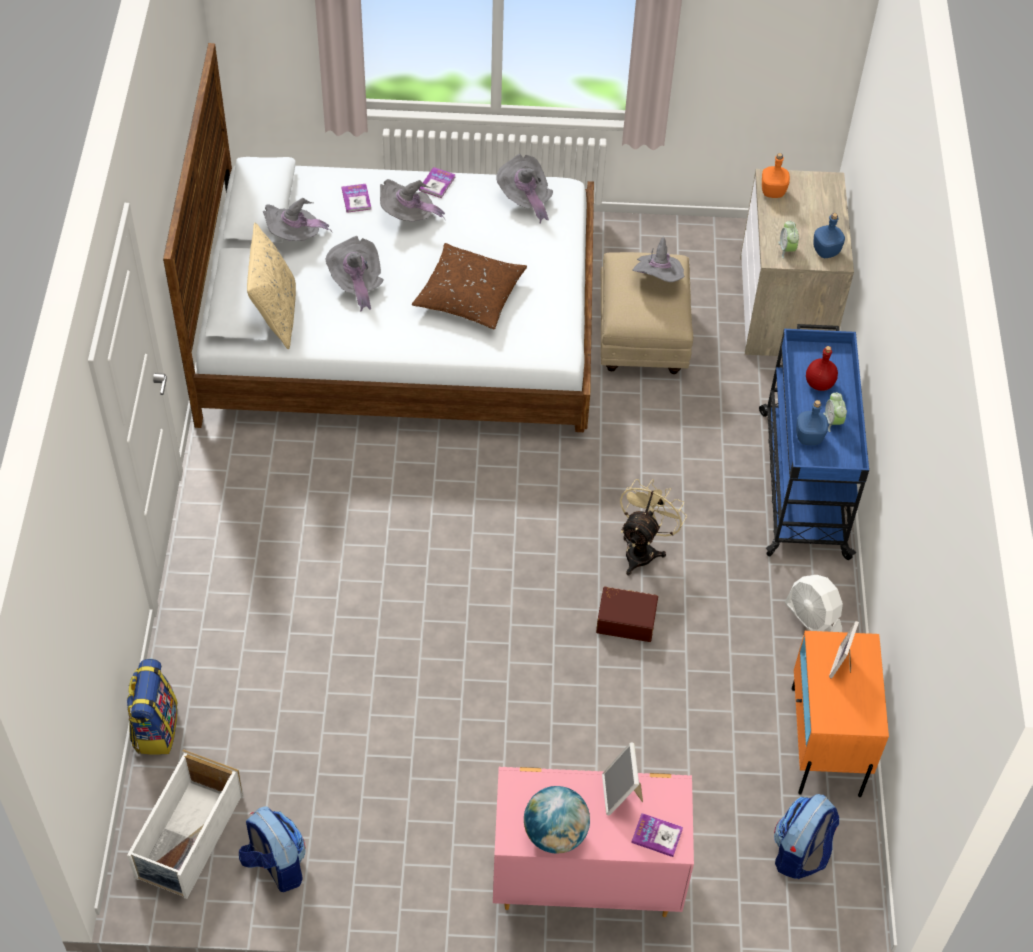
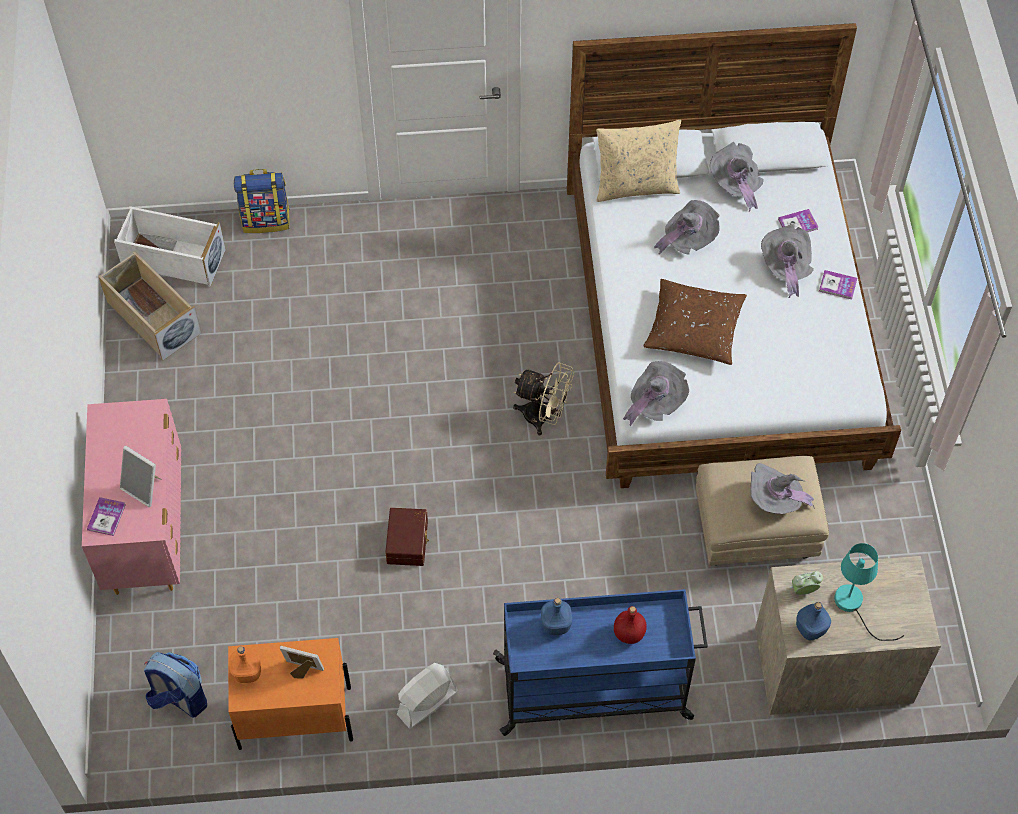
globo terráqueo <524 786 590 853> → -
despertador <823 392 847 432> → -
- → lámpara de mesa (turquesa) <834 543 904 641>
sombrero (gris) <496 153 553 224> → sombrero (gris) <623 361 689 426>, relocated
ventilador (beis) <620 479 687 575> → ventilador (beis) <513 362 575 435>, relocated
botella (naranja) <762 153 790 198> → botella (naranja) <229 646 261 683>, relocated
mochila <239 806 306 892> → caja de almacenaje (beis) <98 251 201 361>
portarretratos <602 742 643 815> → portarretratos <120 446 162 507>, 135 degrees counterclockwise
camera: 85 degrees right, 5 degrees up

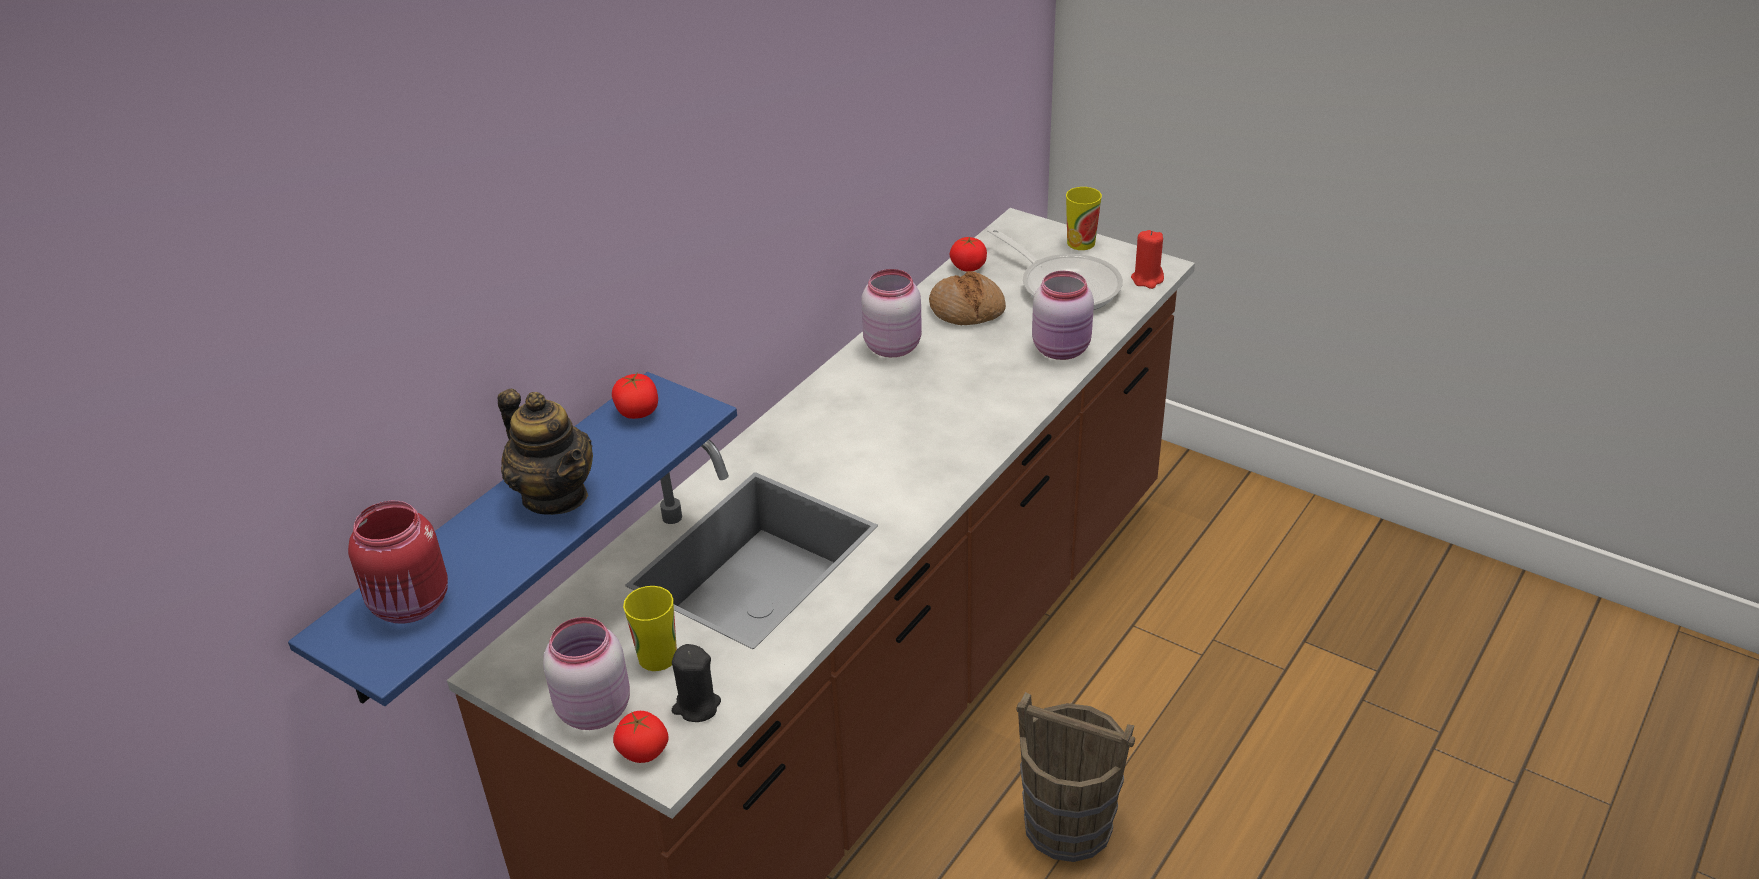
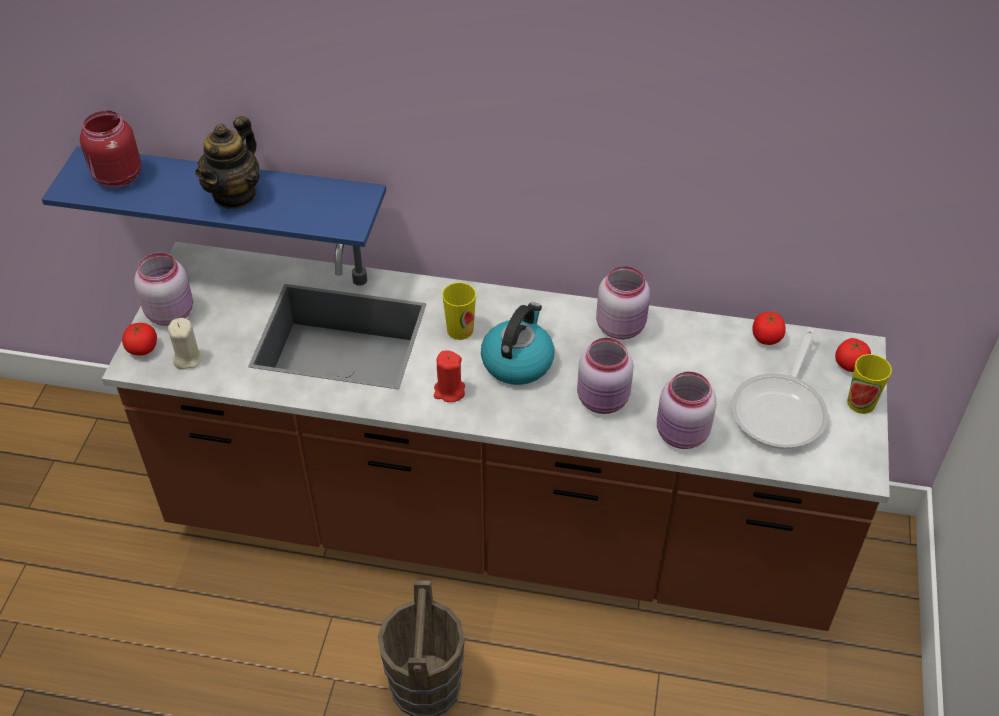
pan <929 271 1006 325> → -
- → hervidor <481 302 554 385>
- → tarro (rosa) <577 338 633 414>
tomate <612 374 658 419> → tomate <835 338 871 372>, relocated
taza <623 586 677 671> → taza <442 282 476 340>, relocated
vela (rojo) <1131 230 1164 289> → vela (rojo) <434 351 465 402>, relocated
vela (negro) <672 644 721 722> → vela (beis) <168 318 203 370>
camera: 65 degrees right, 10 degrees up

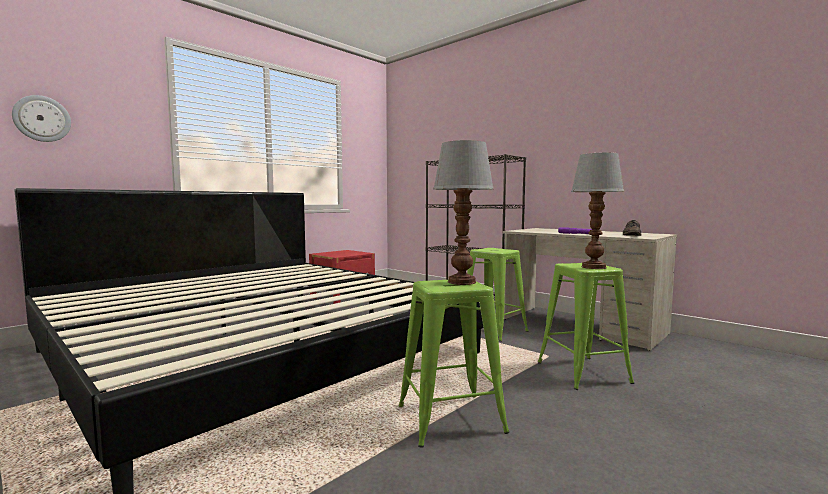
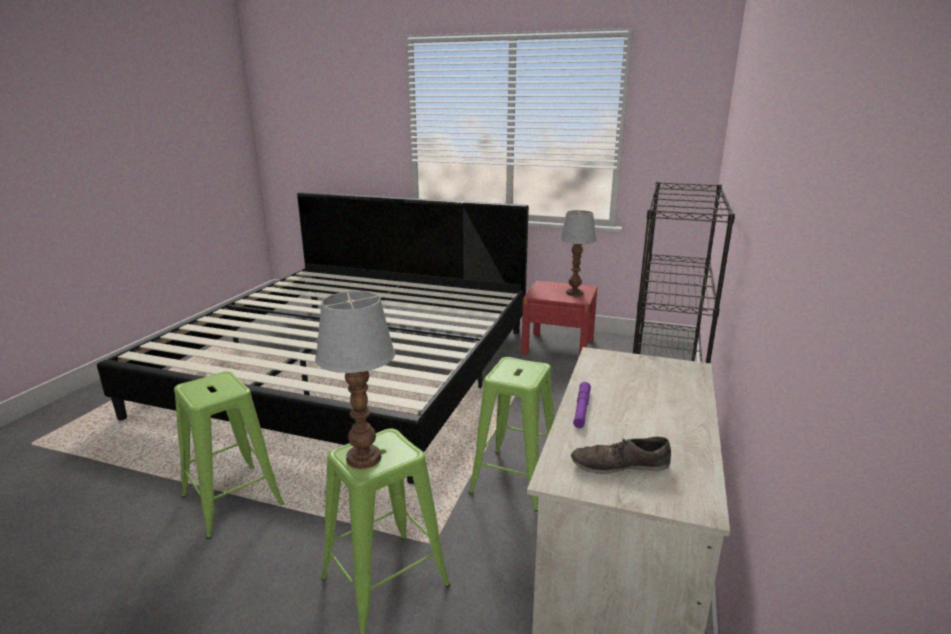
reloj de pared <12 95 71 142> → -
lámpara de mesa <433 140 494 285> → lámpara de mesa <560 210 597 296>, relocated
camera: 65 degrees right, 15 degrees up

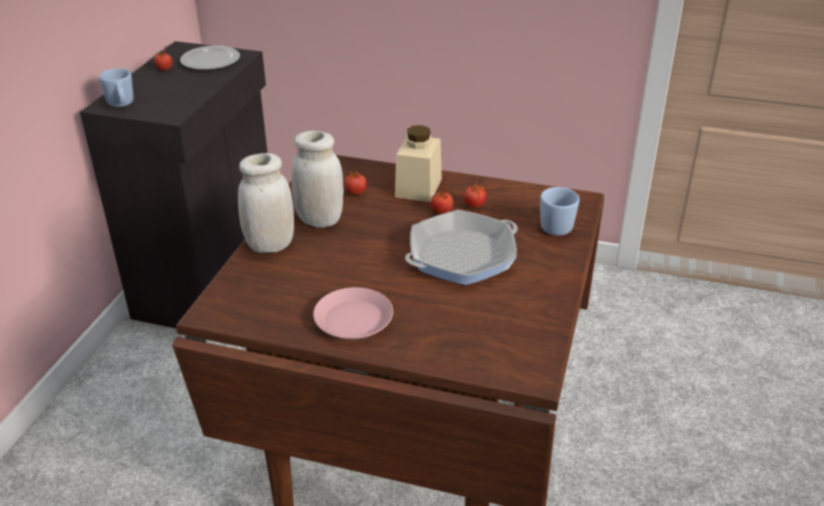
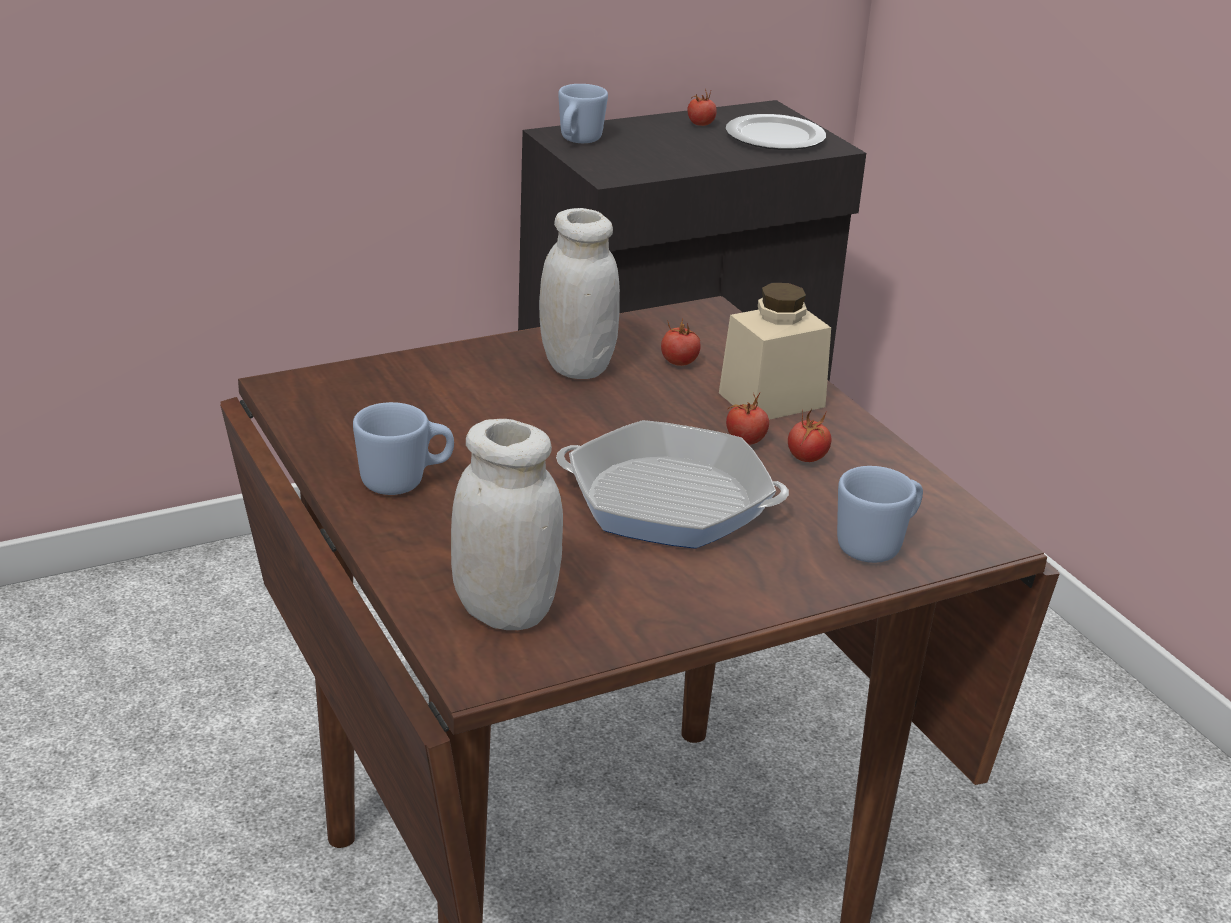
tarro (blanco) <238 153 294 253> → tarro (blanco) <451 419 563 630>, relocated
plato (rosa) <313 287 393 340> → taza grande (azul) <353 402 454 495>
camera: 45 degrees right, 5 degrees down

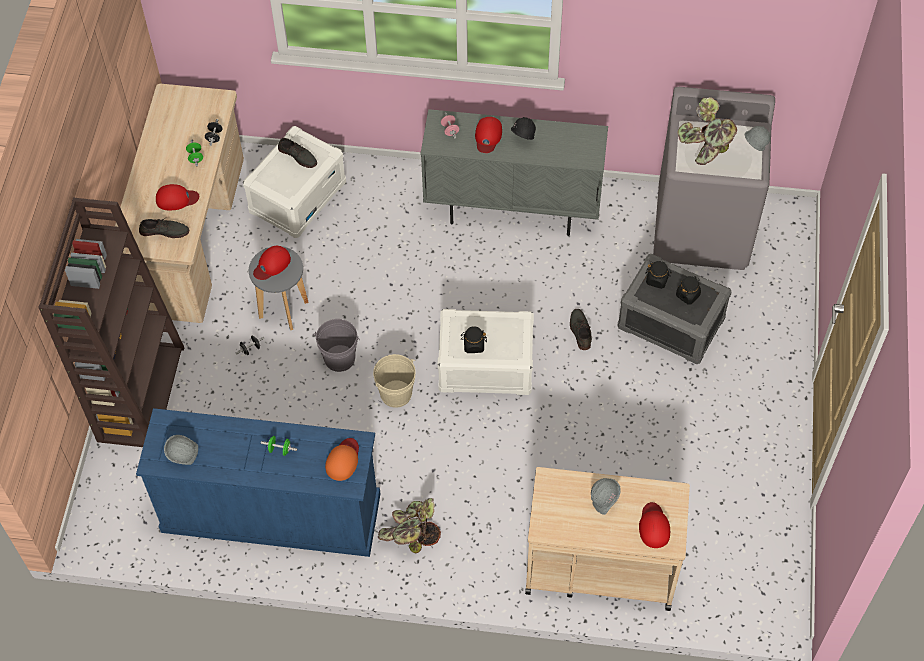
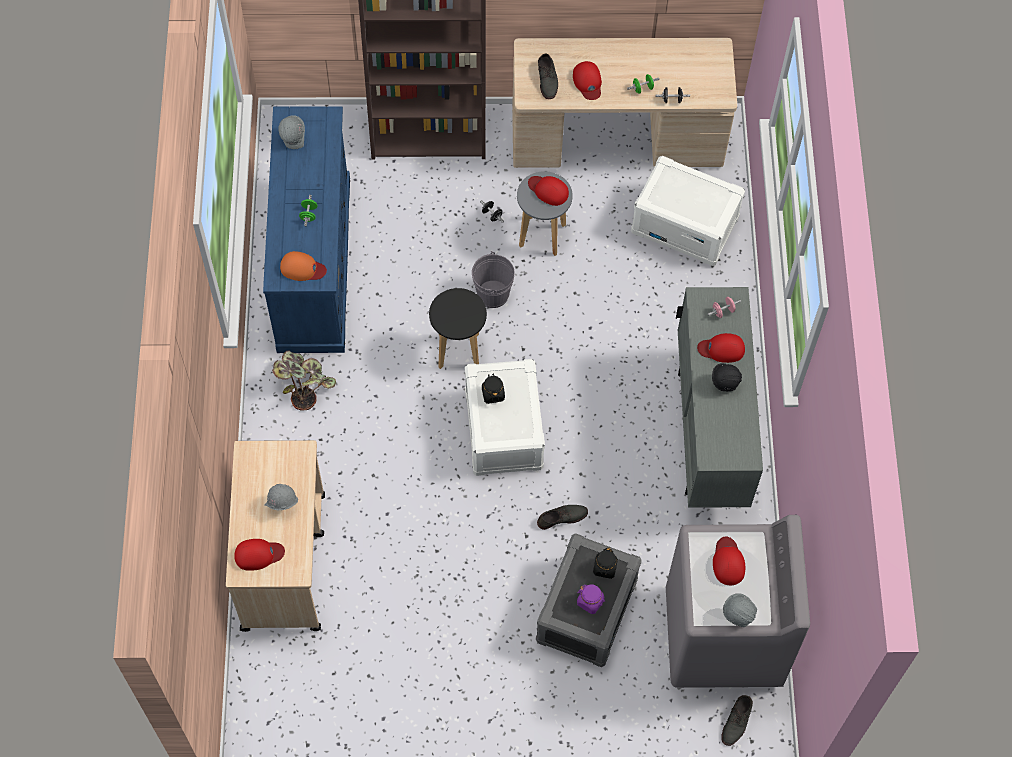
zapato (gris) <278 138 317 168> → zapato (gris) <721 695 753 746>, relocated
cubo (beis) <373 354 416 408> → taburete (negro) <429 288 487 369>
planta en maceta <678 97 737 165> → gorra (rojo) <713 536 745 585>
tarro (negro) <676 276 701 305> → tarro (morado) <577 584 605 614>
camera: 80 degrees right, 5 degrees up

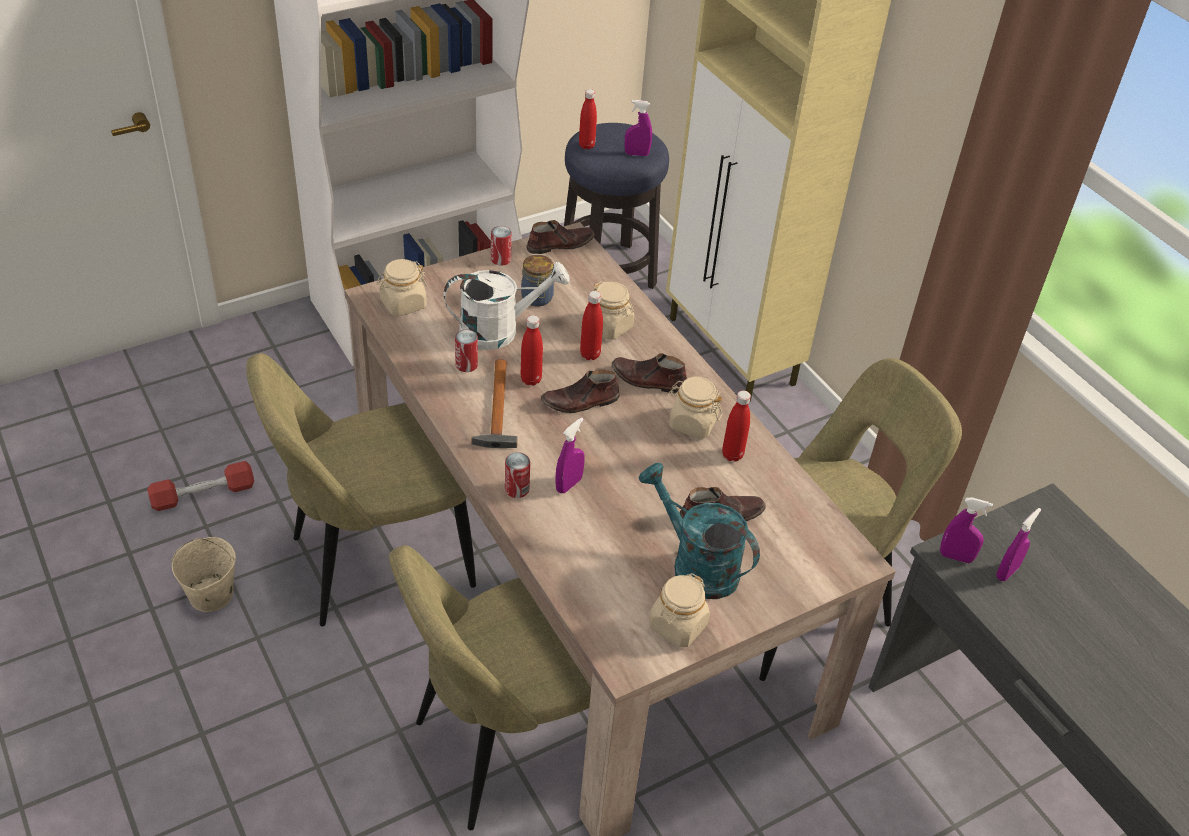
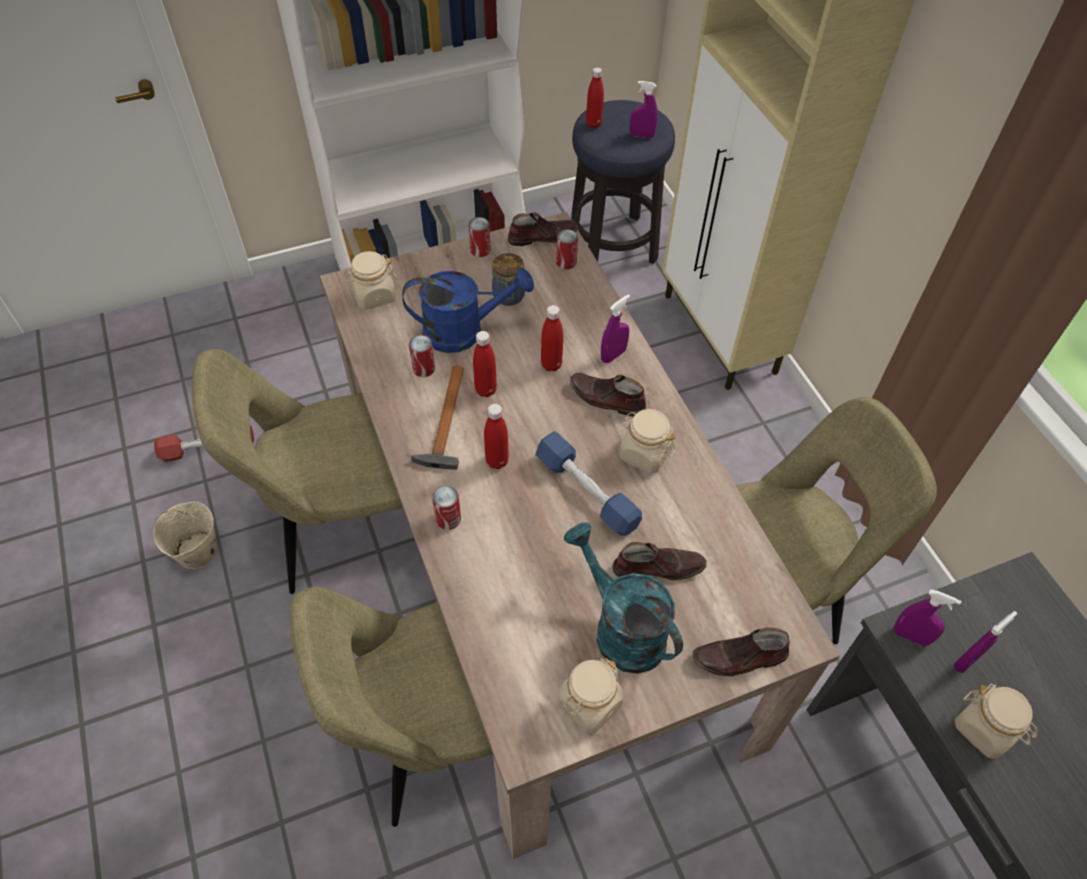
- → mancuerna (azul) <535 431 642 536>
- → lata <556 229 578 269>
zapato (marrón) <541 370 620 413> → zapato (marrón) <693 627 790 676>, relocated
pulverizador (morado) <556 417 585 493> → pulverizador (morado) <601 294 630 363>, relocated
tarro (beis) <592 281 634 340> → tarro (beis) <955 684 1037 759>, relocated
botella (rojo) <722 391 751 462> → botella (rojo) <484 404 509 469>, relocated
regadera (blanco) <444 262 569 350> → regadera (azul) <402 268 534 353>
camera: 10 degrees right, 10 degrees up

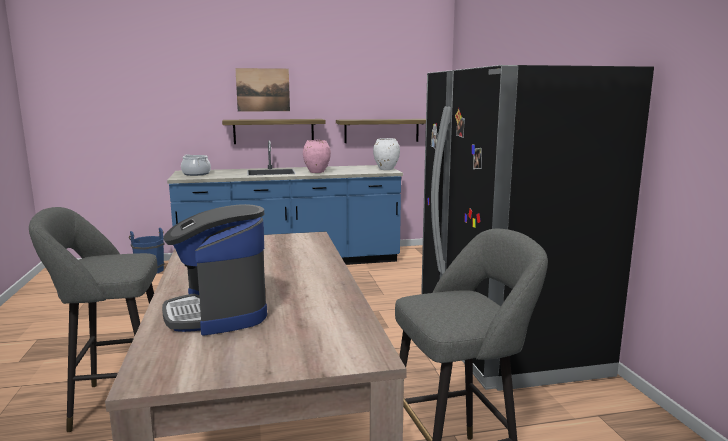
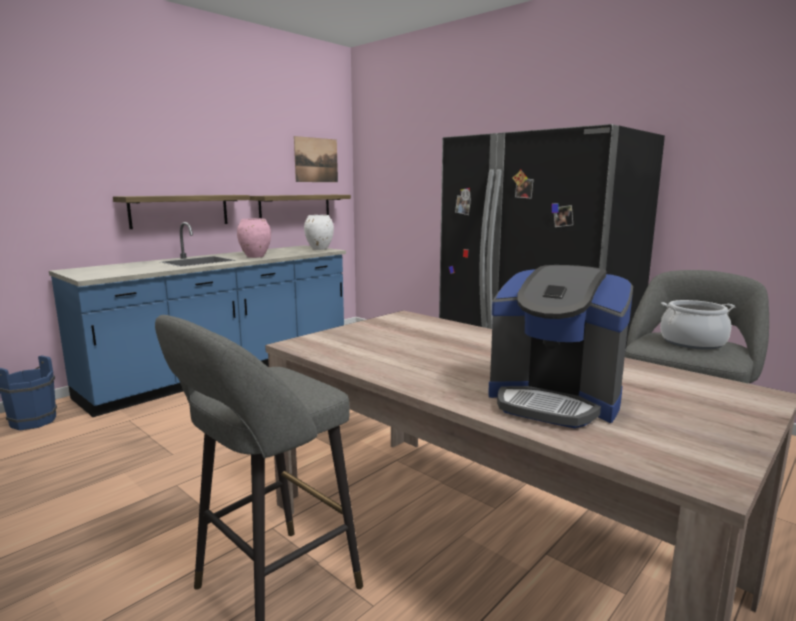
olla <181 154 211 176> → olla <660 300 735 350>, relocated
cuadro <235 68 290 112> → cuadro <294 136 338 182>, relocated
camera: 35 degrees left, 0 degrees up

